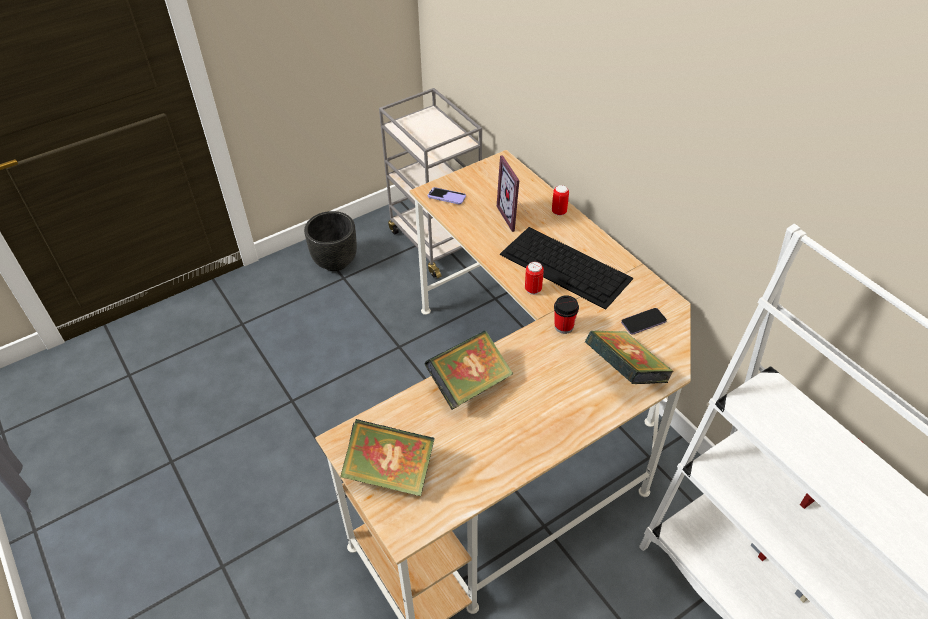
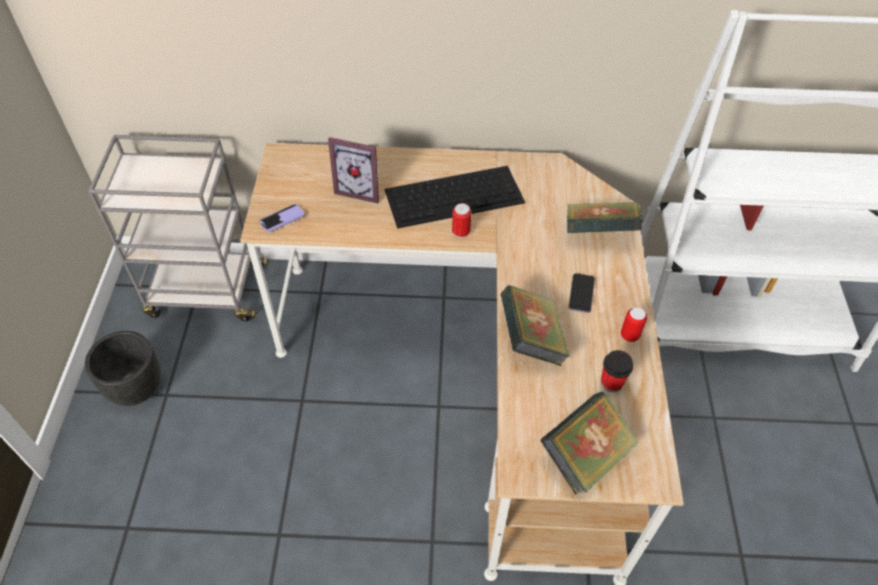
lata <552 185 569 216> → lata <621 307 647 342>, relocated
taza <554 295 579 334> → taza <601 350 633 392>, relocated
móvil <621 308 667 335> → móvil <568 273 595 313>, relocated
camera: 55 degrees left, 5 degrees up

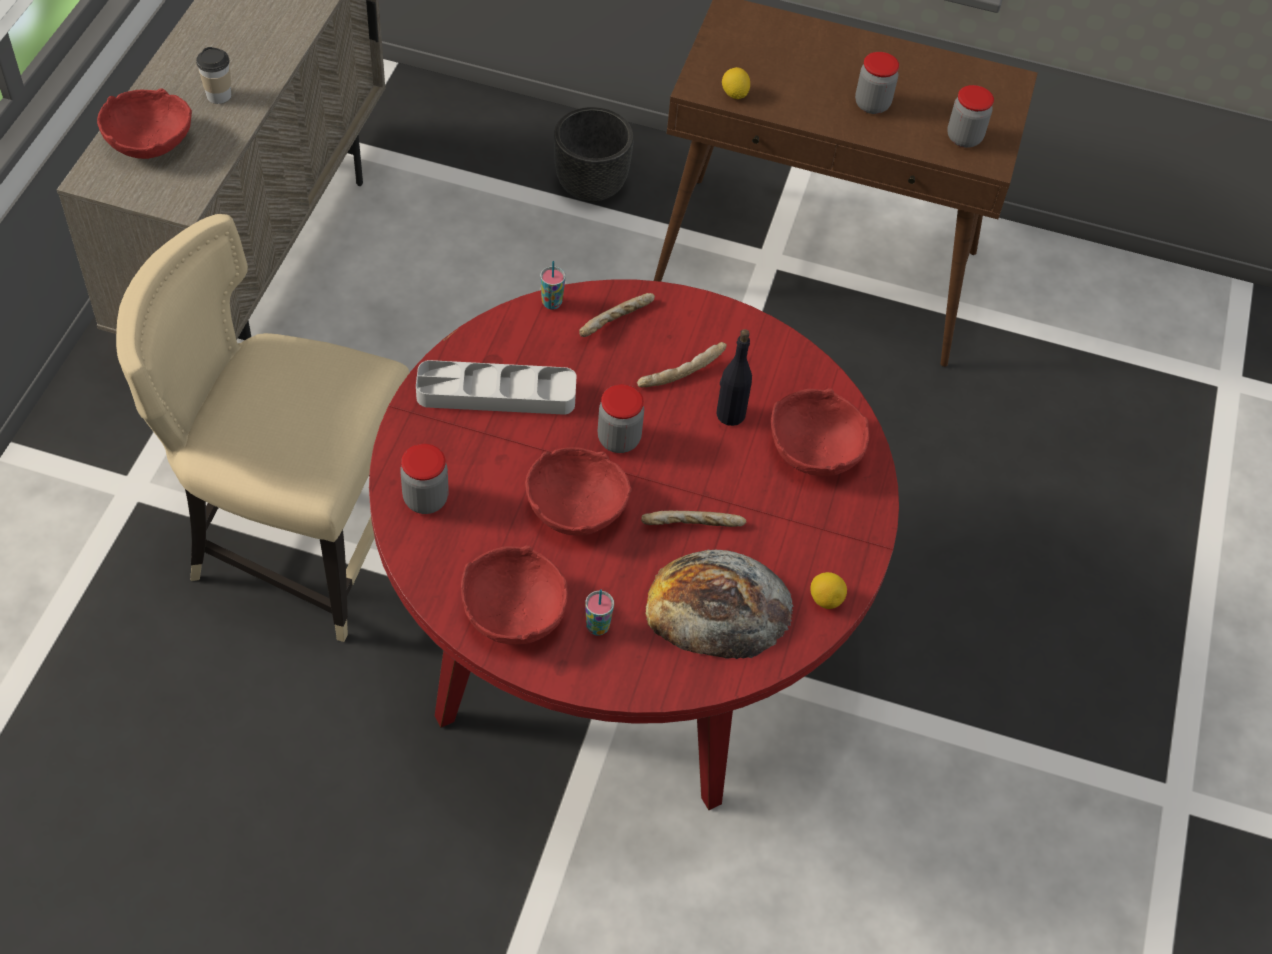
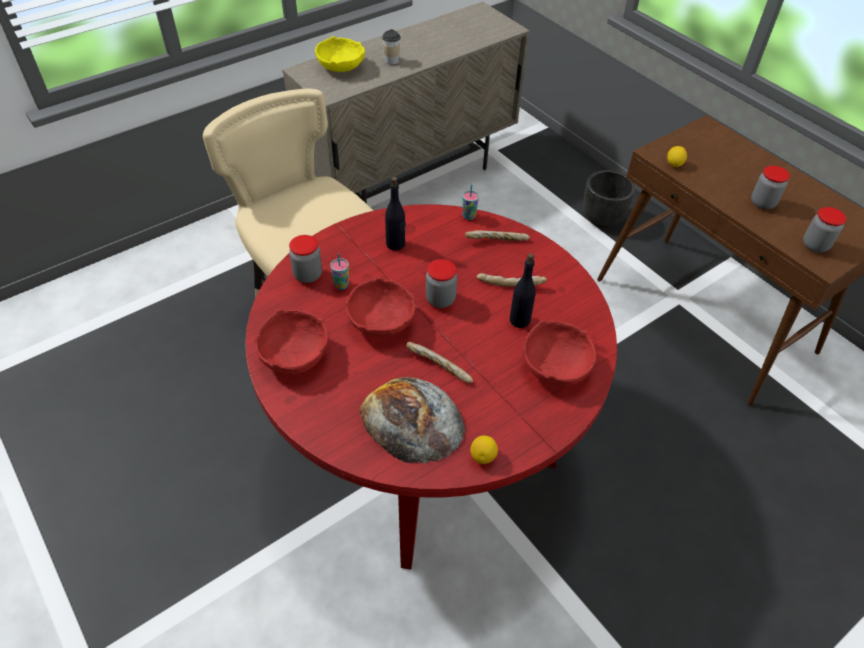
taza <585 589 614 636> → taza <330 253 349 290>, relocated
bandeja (gris) <416 360 577 415> → botella (negro) <385 177 406 251>
cuenco (rojo) <97 88 192 159> → cuenco (amarillo) <315 36 365 72>
camera: 40 degrees right, 5 degrees down

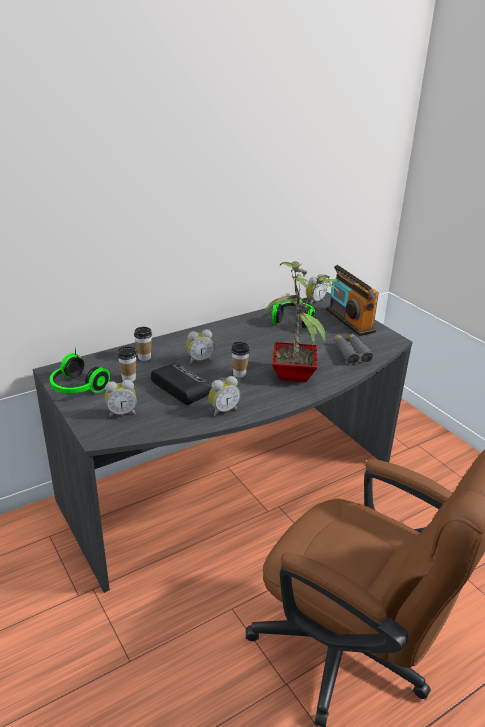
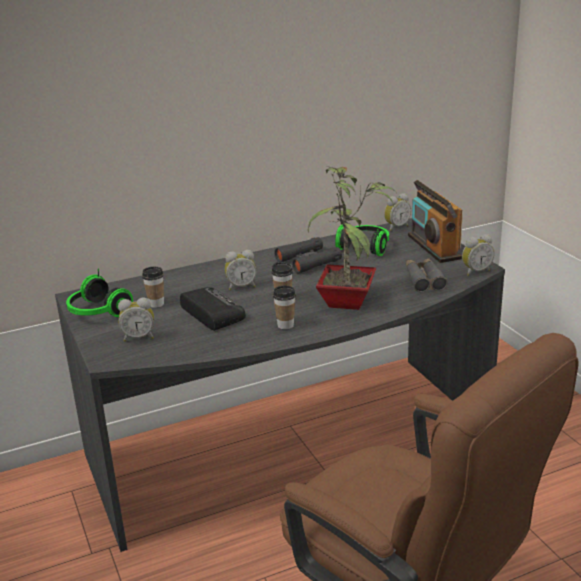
- → prismáticos (negro) <274 237 342 274>
taza <134 327 152 361> → taza <273 285 296 329>, relocated
despertador <209 376 240 416> → despertador <462 234 494 276>, relocated
camera: 10 degrees right, 5 degrees down

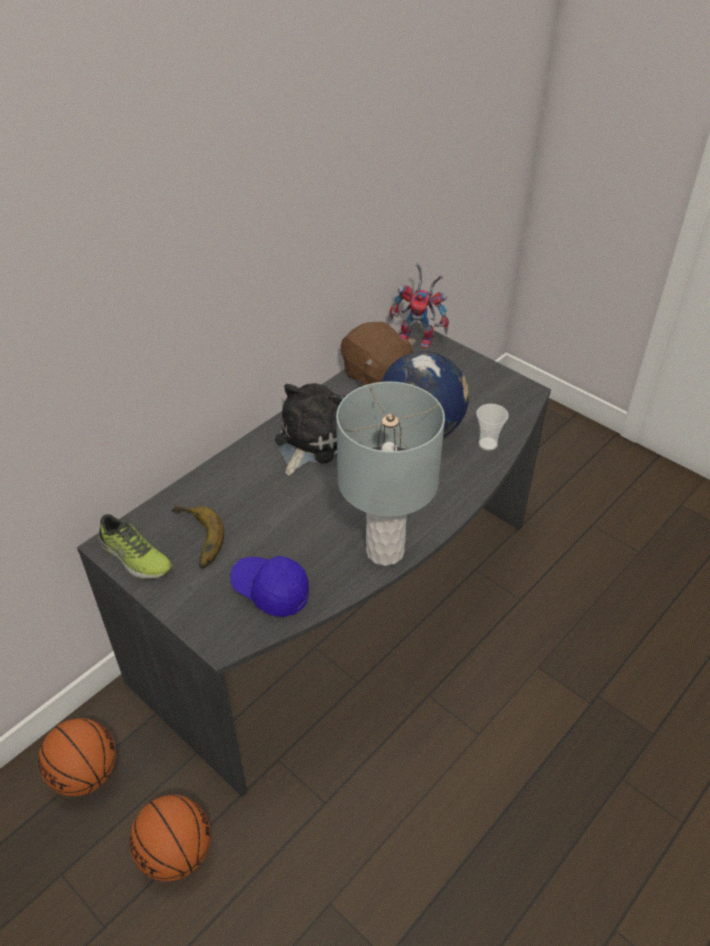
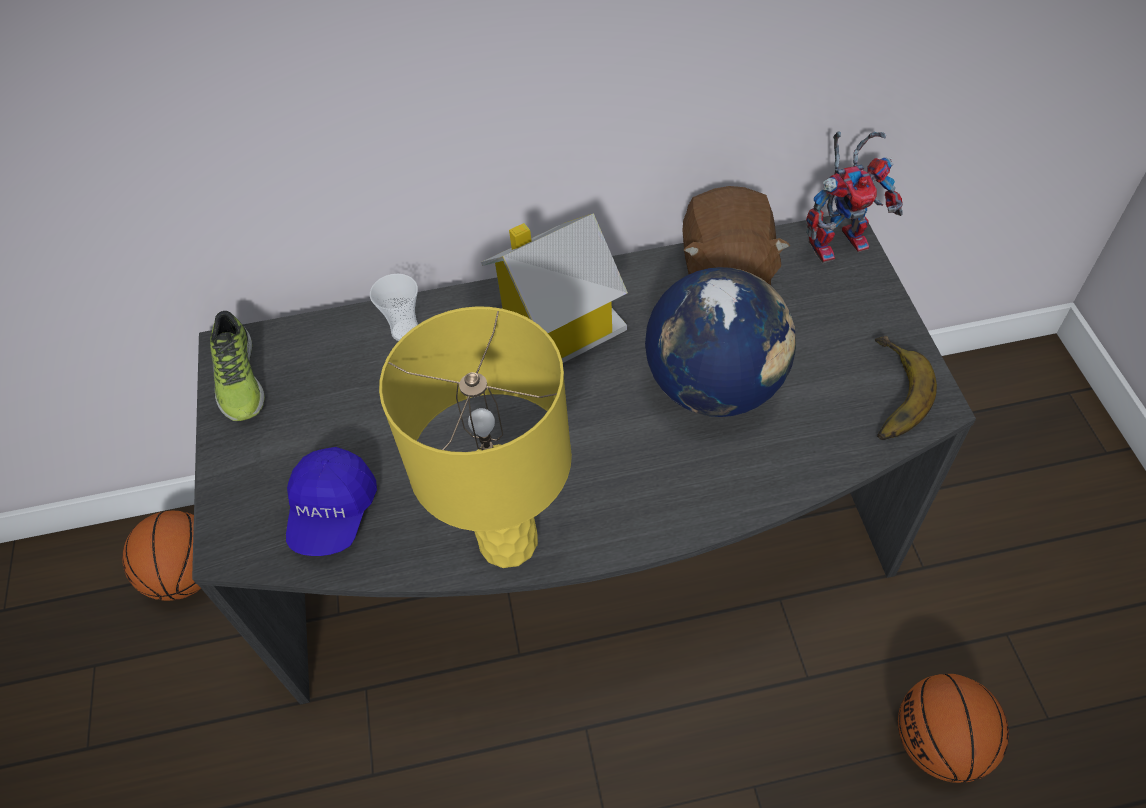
balón de baloncesto <129 795 211 882> → balón de baloncesto <898 674 1009 783>, relocated
plátano <172 505 224 569> → plátano <875 336 937 440>, relocated
taza <476 404 509 450> → taza <370 274 418 341>, relocated
peluche <275 383 346 476> → casita <481 213 628 363>
lámpara de mesa (gris) <336 381 445 566> → lámpara de mesa (amarillo) <379 306 572 568>
gorra (azul) <230 556 309 617> → gorra (azul) <286 447 377 556>, 150 degrees counterclockwise
robot de juguete <389 263 449 349> → robot de juguete <806 132 903 263>, 75 degrees counterclockwise
camera: 40 degrees right, 10 degrees up

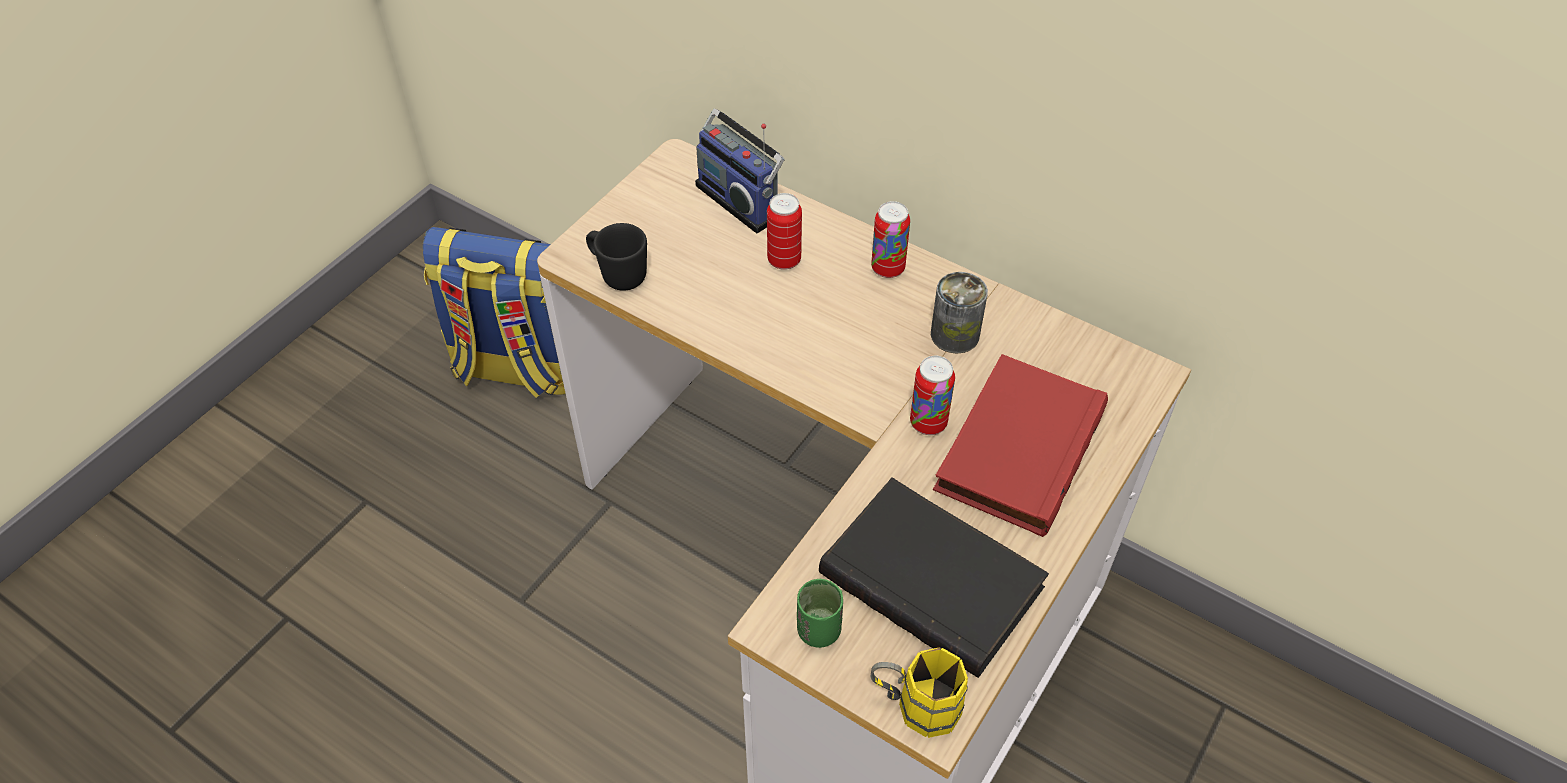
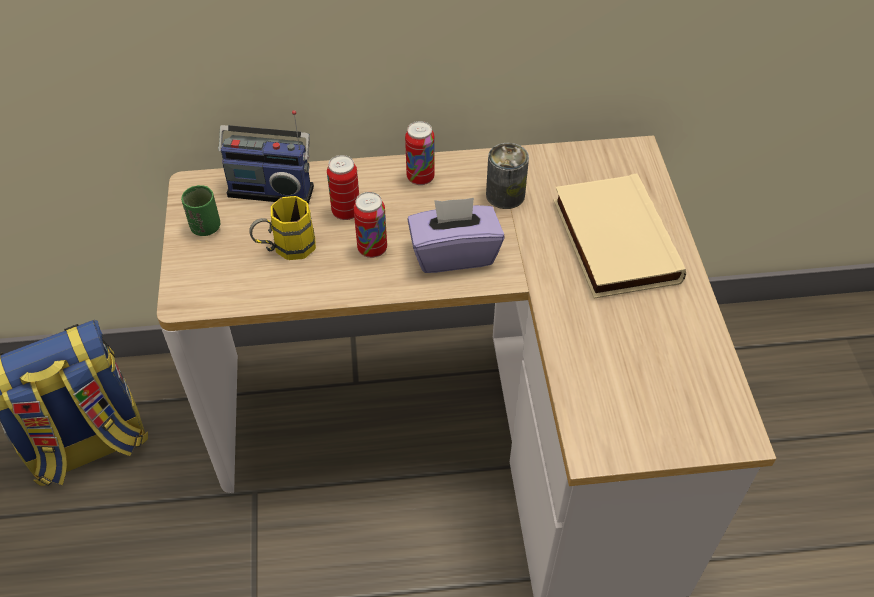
taza grande (negro) <586 223 647 291> → -
libro (negro) <819 477 1049 678> → -
- → caja de pañuelos (morado) <407 198 505 273>
taza (verde) <797 579 843 648> → taza (verde) <181 185 220 236>, relocated
taza grande (amarillo) <871 647 968 738> → taza grande (amarillo) <249 196 316 260>, relocated
lata <910 356 955 435> → lata <354 192 387 258>, relocated
libro (rojo) <933 354 1108 537> → libro (beis) <553 173 686 298>
camera: 40 degrees left, 0 degrees up

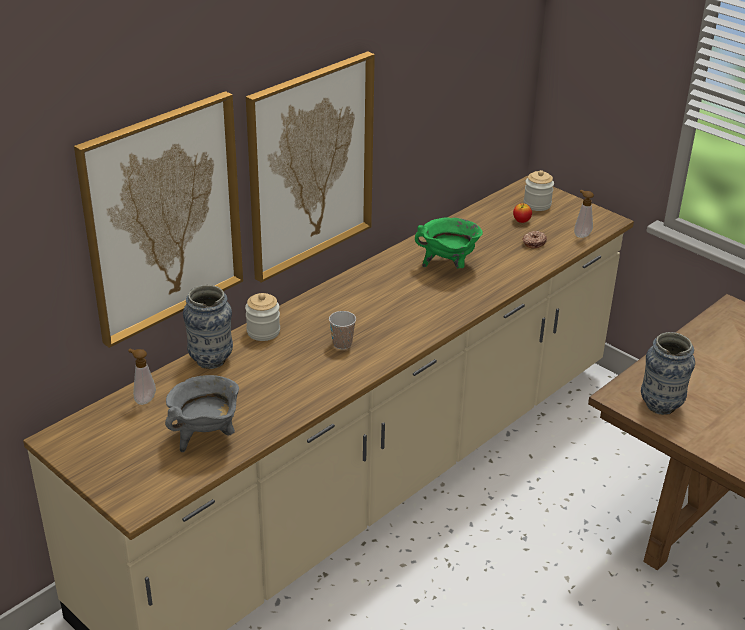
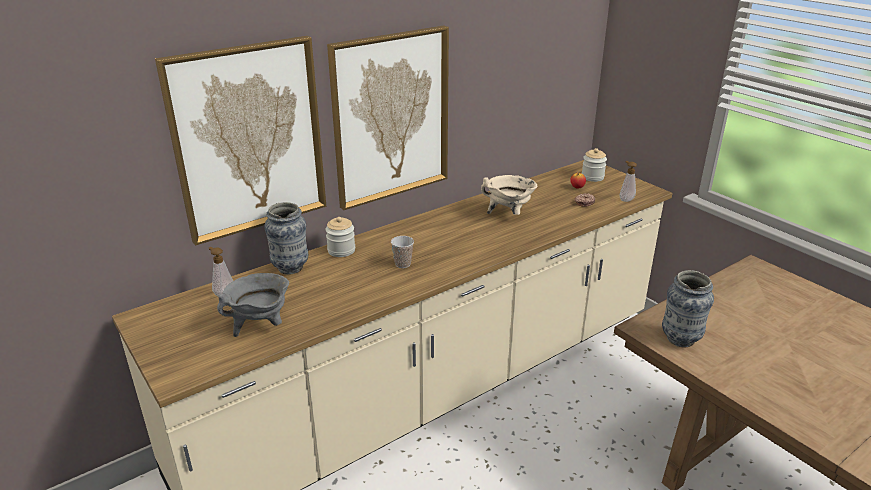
olla (verde) <415 217 483 268> → olla (beis) <481 175 537 215>
camera: 10 degrees right, 5 degrees down

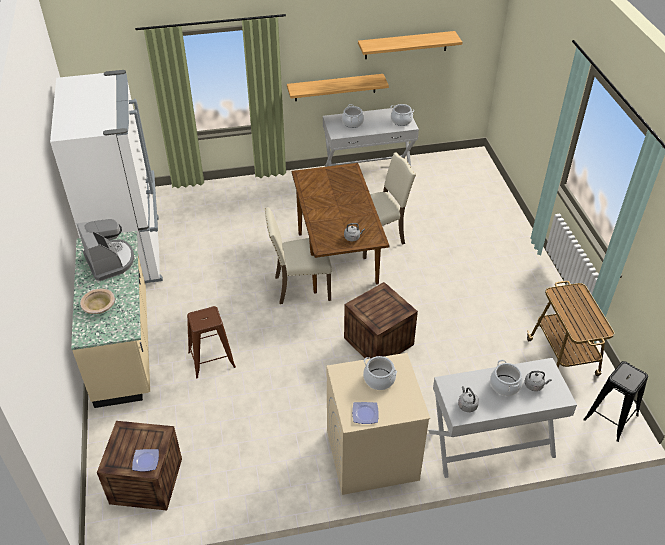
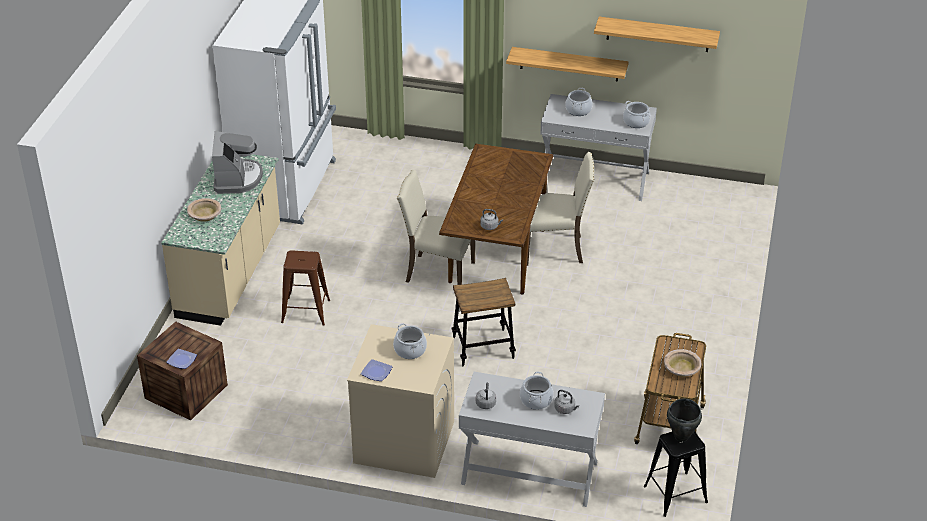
- → cuenco (beis) <664 349 701 377>
- → olla (negro) <667 399 702 442>
caja de embalaje <344 282 418 359> → taburete <452 278 516 366>
camera: 25 degrees right, 5 degrees down

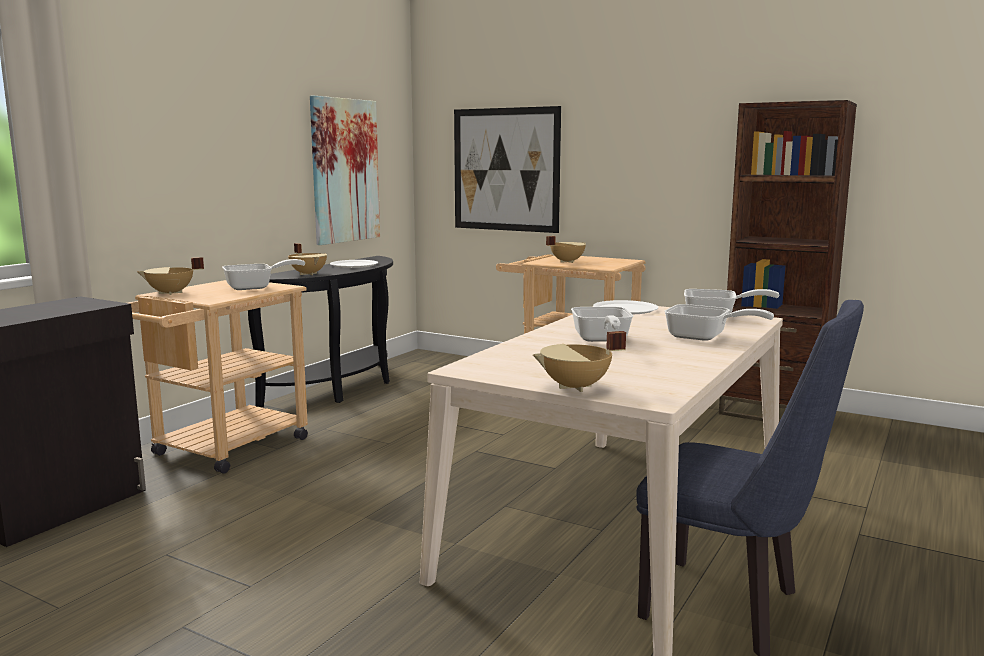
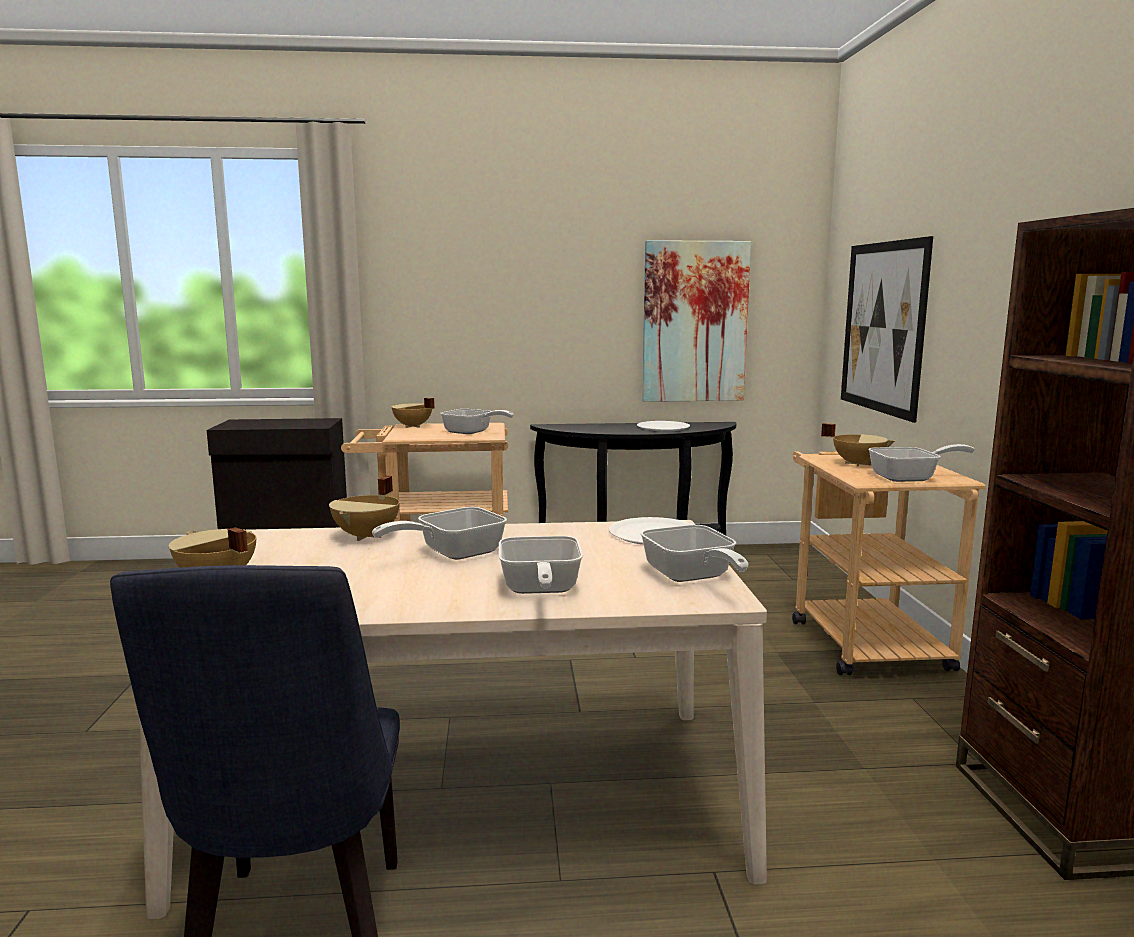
- → sartén <868 444 975 482>
olla (beis) <288 243 327 275> → olla (beis) <329 476 400 541>, relocated
camera: 55 degrees right, 0 degrees up

